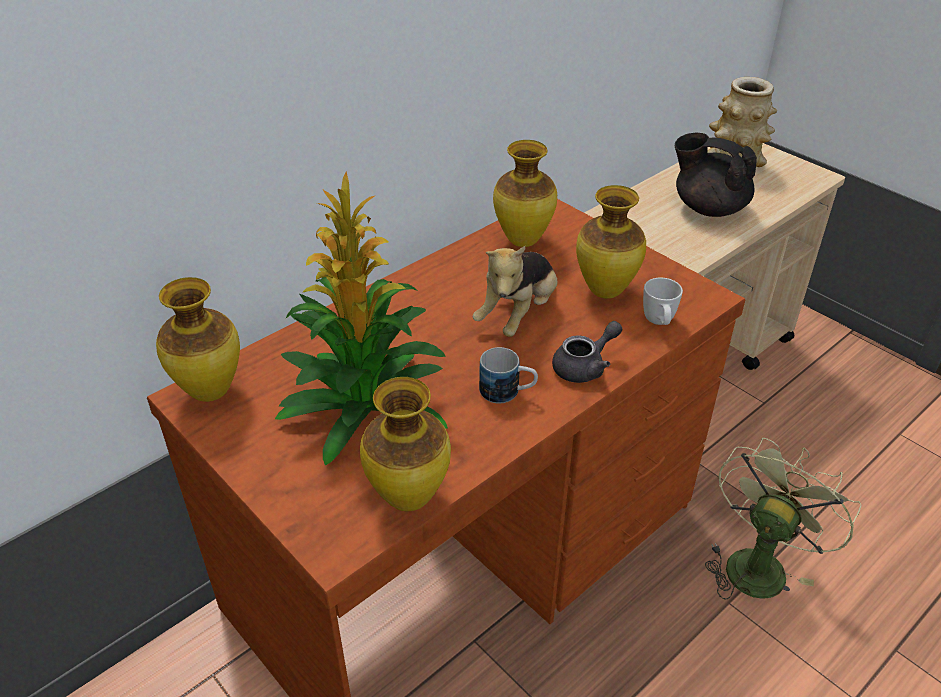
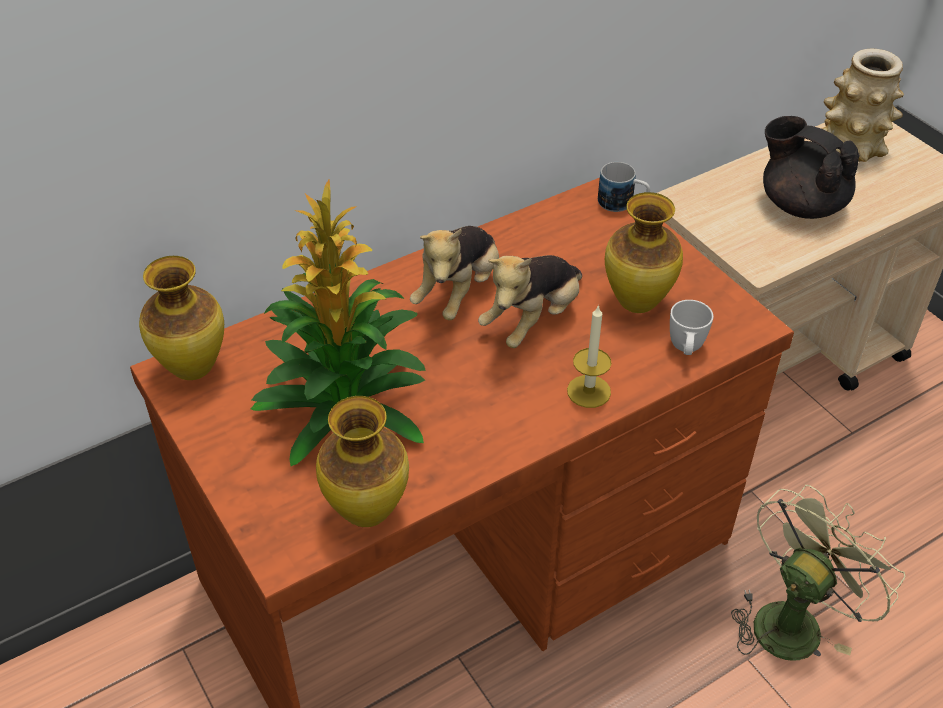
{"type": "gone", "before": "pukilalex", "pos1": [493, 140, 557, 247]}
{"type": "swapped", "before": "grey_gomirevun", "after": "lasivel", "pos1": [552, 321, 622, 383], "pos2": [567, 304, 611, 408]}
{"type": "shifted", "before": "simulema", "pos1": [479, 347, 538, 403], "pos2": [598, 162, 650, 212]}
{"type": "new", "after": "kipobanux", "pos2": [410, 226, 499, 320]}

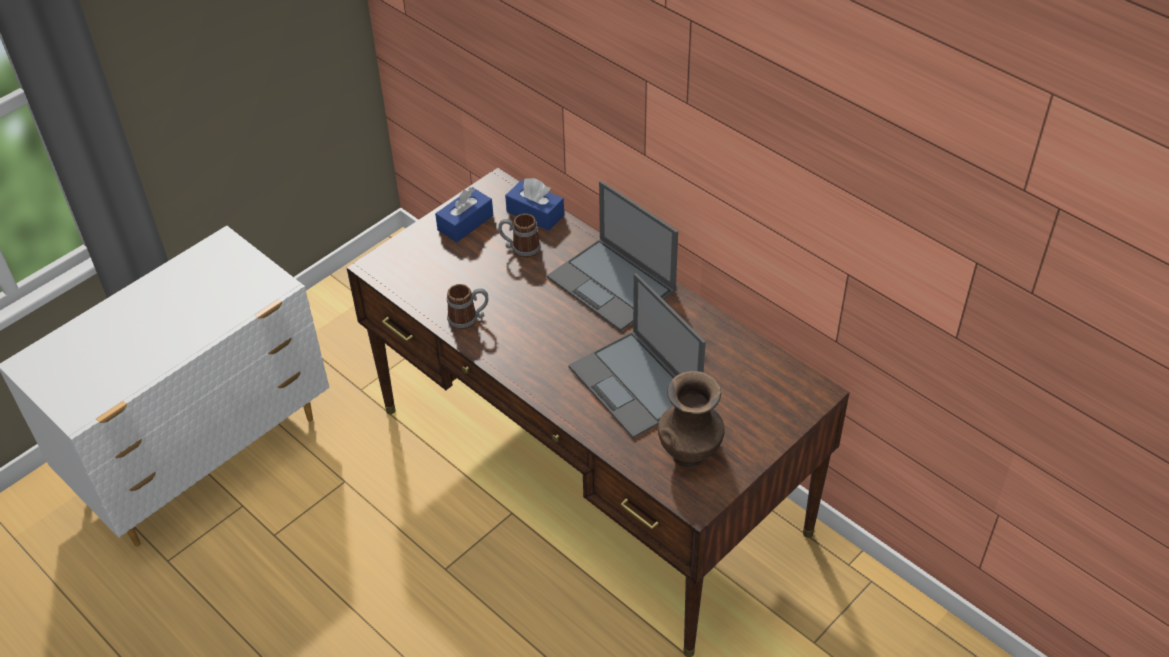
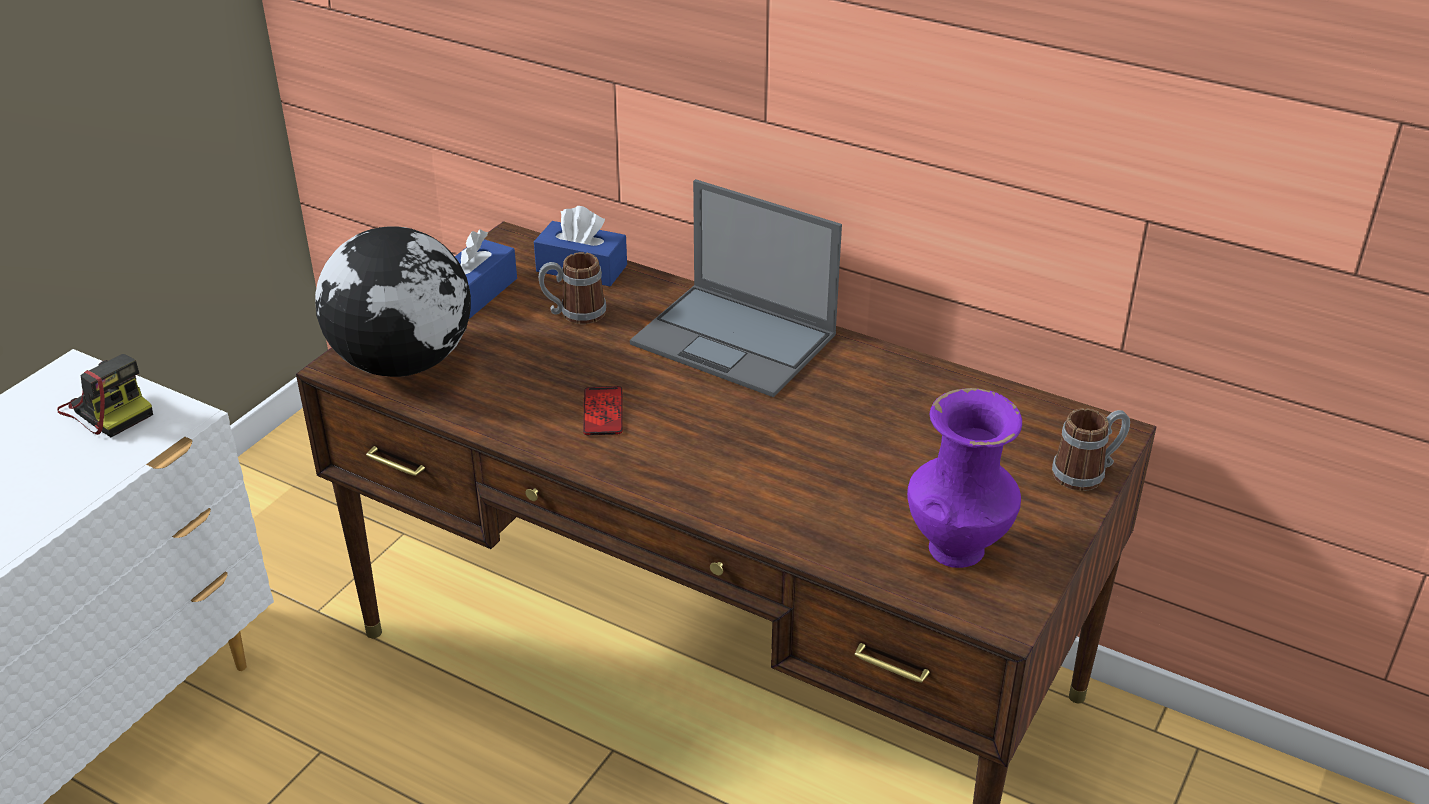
{"type": "gone", "before": "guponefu", "pos1": [569, 273, 706, 439]}
{"type": "shifted", "before": "simulema", "pos1": [447, 284, 489, 330], "pos2": [1052, 408, 1130, 491]}
{"type": "repainted", "before": "brown_pukilalex", "after": "purple_pukilalex", "pos1": [658, 371, 725, 469], "pos2": [907, 388, 1022, 568]}
{"type": "new", "after": "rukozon", "pos2": [315, 226, 471, 377]}
{"type": "new", "after": "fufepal", "pos2": [57, 354, 153, 437]}
{"type": "new", "after": "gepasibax", "pos2": [583, 386, 623, 435]}

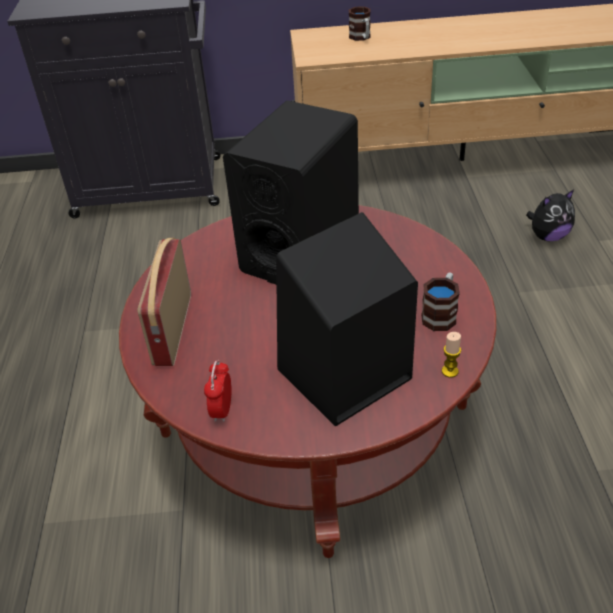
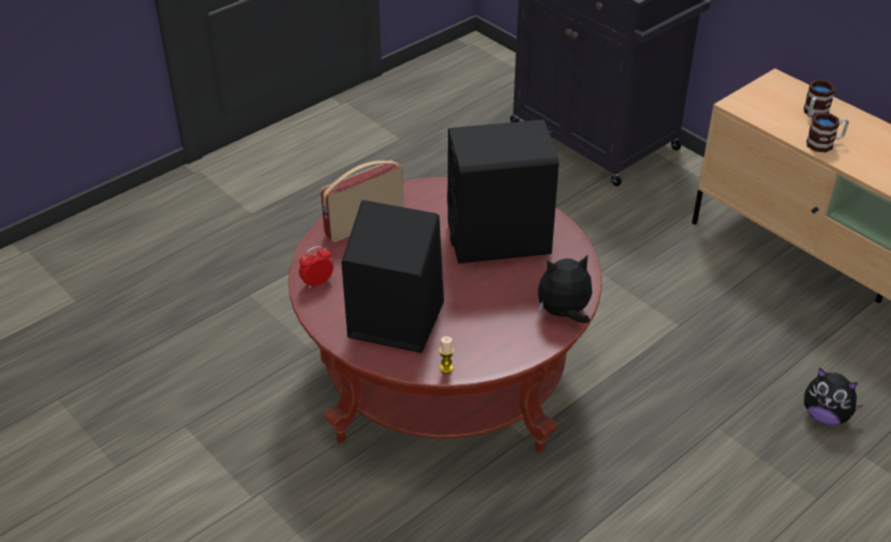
{"type": "shifted", "before": "simulema", "pos1": [421, 273, 460, 331], "pos2": [806, 112, 849, 153]}
{"type": "new", "after": "kipobanux", "pos2": [538, 255, 592, 323]}

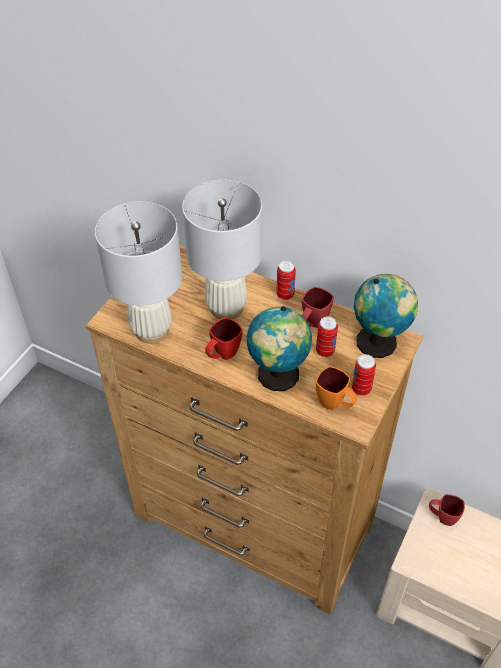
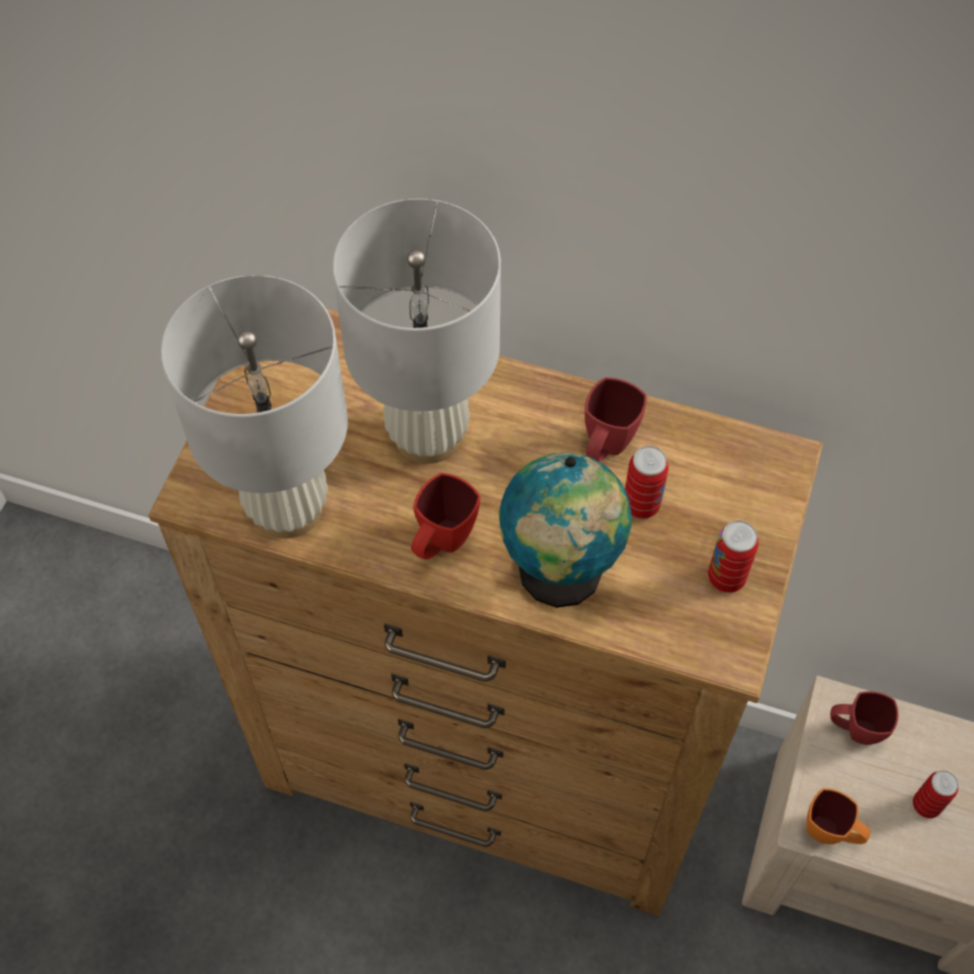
{"type": "shifted", "before": "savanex", "pos1": [276, 260, 296, 300], "pos2": [913, 771, 958, 818]}
{"type": "gone", "before": "rukozon", "pos1": [354, 274, 418, 358]}
{"type": "shifted", "before": "orange_simulema", "pos1": [315, 366, 357, 410], "pos2": [807, 788, 870, 844]}

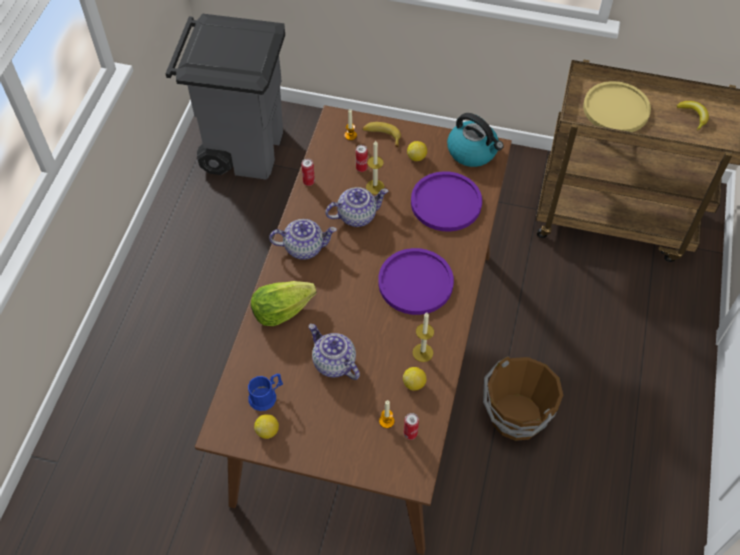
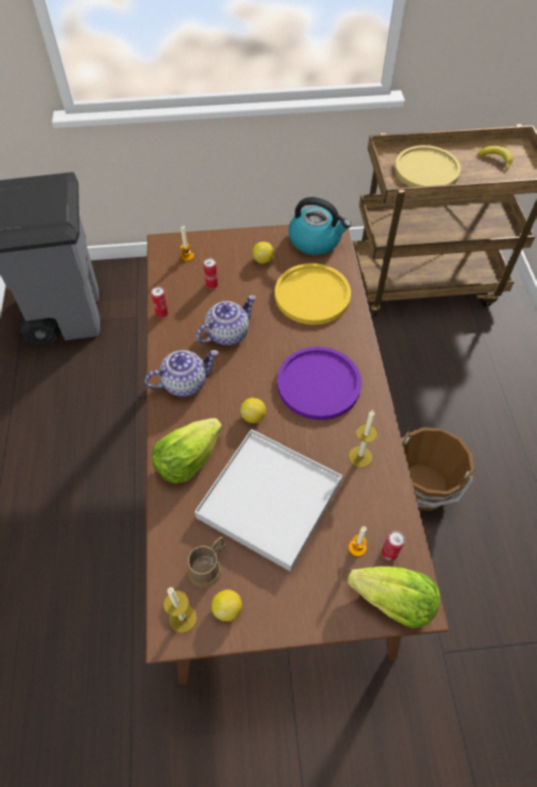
{"type": "gone", "before": "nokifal", "pos1": [362, 122, 401, 147]}
{"type": "shifted", "before": "lasivel", "pos1": [366, 140, 385, 194], "pos2": [163, 587, 197, 633]}
{"type": "repainted", "before": "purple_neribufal", "after": "yellow_neribufal", "pos1": [411, 171, 482, 232], "pos2": [275, 263, 351, 325]}
{"type": "swapped", "before": "gomirevun", "after": "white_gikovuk", "pos1": [309, 324, 360, 380], "pos2": [195, 429, 342, 571]}
{"type": "shifted", "before": "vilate", "pos1": [403, 367, 426, 391], "pos2": [240, 398, 266, 423]}
{"type": "repainted", "before": "blue_simulema", "after": "brown_simulema", "pos1": [248, 374, 283, 411], "pos2": [188, 536, 226, 588]}
{"type": "new", "after": "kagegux", "pos2": [347, 567, 440, 628]}

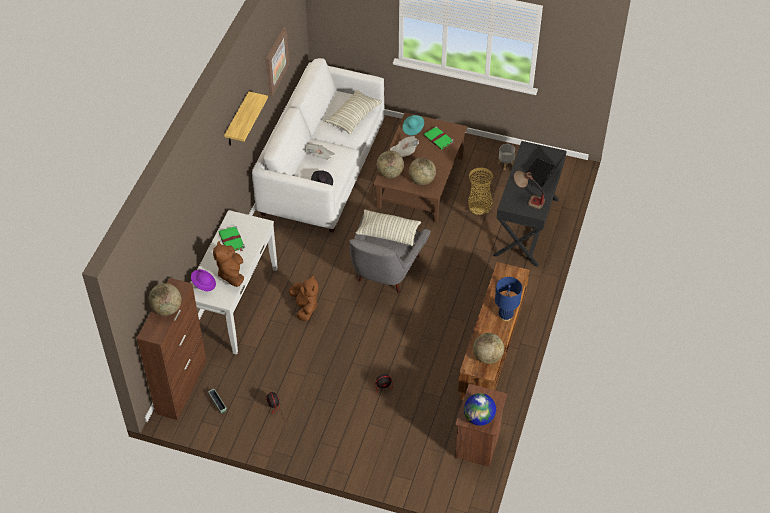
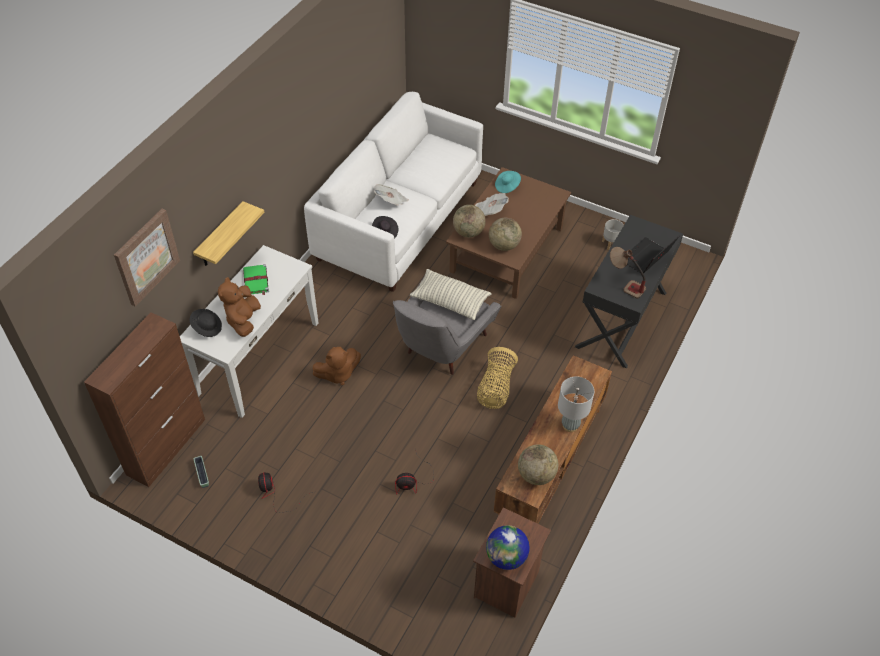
{"type": "shifted", "before": "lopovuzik", "pos1": [266, 27, 289, 96], "pos2": [114, 209, 180, 307]}
{"type": "gone", "before": "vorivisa", "pos1": [325, 90, 382, 135]}
{"type": "shifted", "before": "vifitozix", "pos1": [224, 91, 268, 146], "pos2": [193, 201, 265, 266]}
{"type": "gone", "before": "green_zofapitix", "pos1": [424, 126, 453, 150]}
{"type": "shifted", "before": "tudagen", "pos1": [468, 168, 493, 215], "pos2": [477, 347, 518, 409]}
{"type": "repainted", "before": "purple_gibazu", "after": "black_gibazu", "pos1": [191, 269, 216, 291], "pos2": [190, 309, 222, 337]}
{"type": "rotated", "before": "brown_kipobanux", "pos1": [289, 274, 319, 321], "pos2": [313, 347, 361, 385], "turn": 75}
{"type": "repainted", "before": "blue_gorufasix", "after": "grey_gorufasix", "pos1": [495, 277, 522, 321], "pos2": [558, 377, 594, 432]}
{"type": "gone", "before": "rukozon", "pos1": [148, 283, 181, 316]}

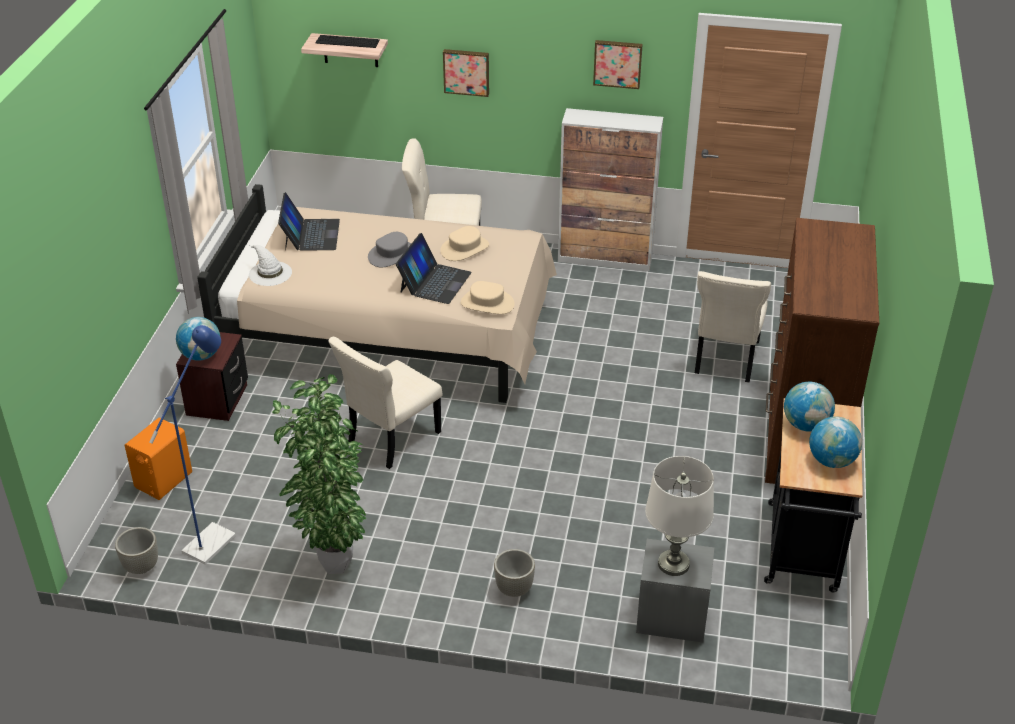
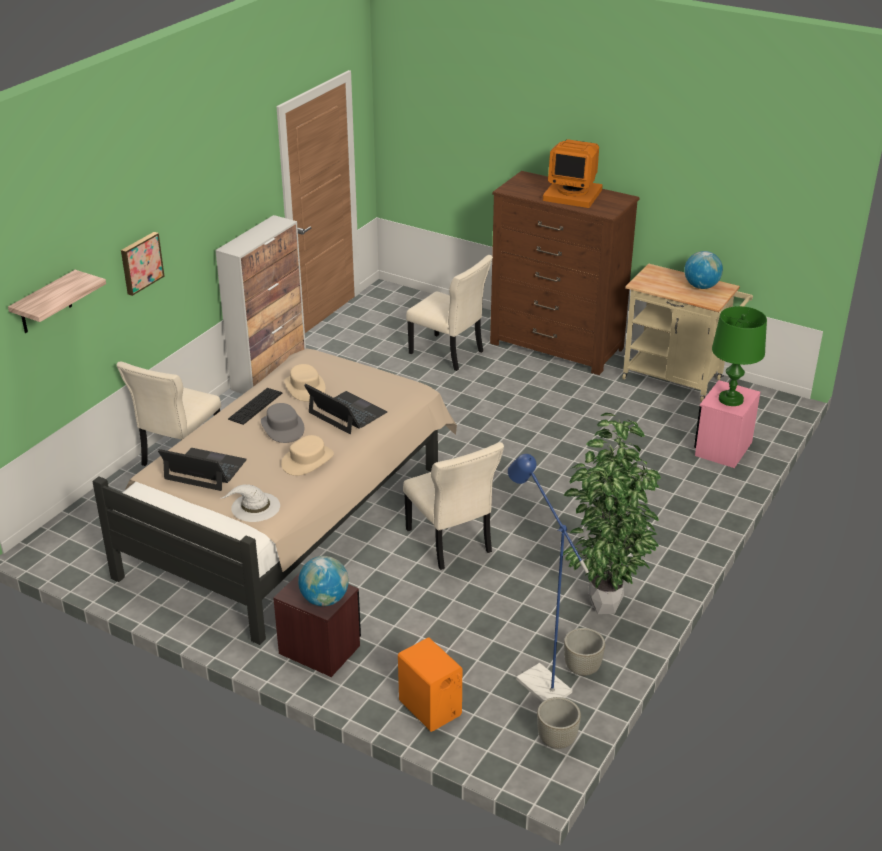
{"type": "shifted", "before": "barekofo", "pos1": [316, 35, 380, 48], "pos2": [228, 388, 282, 425]}
{"type": "gone", "before": "lopovuzik", "pos1": [593, 40, 643, 89]}
{"type": "shifted", "before": "beige_gibazu", "pos1": [461, 281, 515, 314], "pos2": [281, 435, 334, 476]}
{"type": "gone", "before": "rukozon", "pos1": [784, 382, 835, 432]}
{"type": "repainted", "before": "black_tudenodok", "after": "beige_tudenodok", "pos1": [764, 398, 863, 592], "pos2": [622, 263, 753, 402]}
{"type": "repainted", "before": "white_gorufasix", "after": "green_gorufasix", "pos1": [645, 456, 714, 576], "pos2": [712, 306, 767, 406]}
{"type": "repainted", "before": "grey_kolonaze", "after": "pink_kolonaze", "pos1": [636, 539, 714, 643], "pos2": [694, 380, 760, 468]}
{"type": "shifted", "before": "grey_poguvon", "pos1": [494, 549, 535, 597], "pos2": [564, 628, 605, 676]}
{"type": "new", "after": "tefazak", "pos2": [543, 139, 603, 208]}

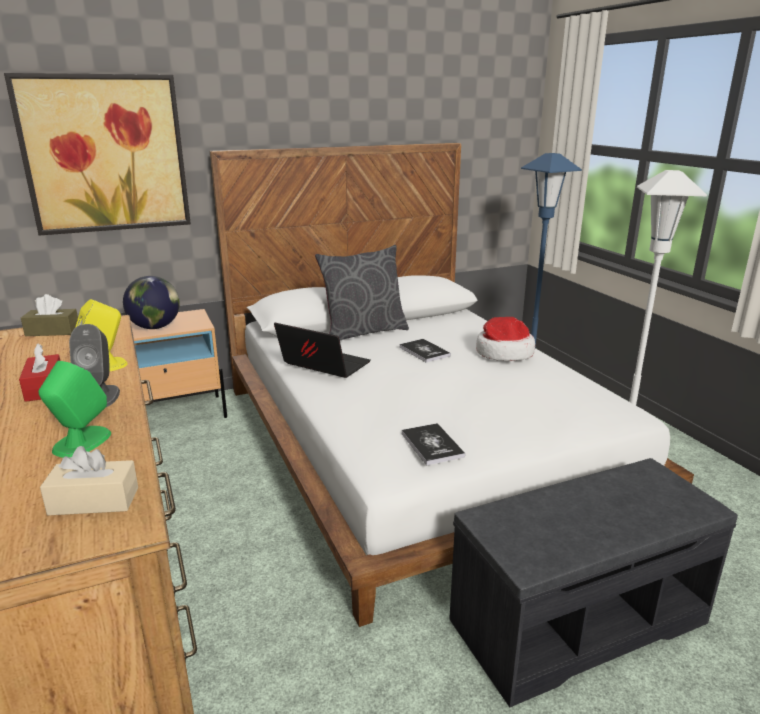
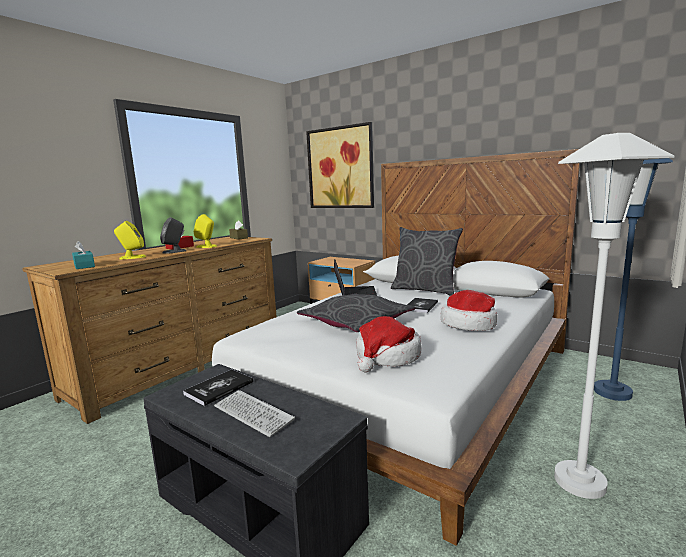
{"type": "gone", "before": "rukozon", "pos1": [123, 276, 180, 329]}
{"type": "repainted", "before": "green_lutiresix", "after": "yellow_lutiresix", "pos1": [39, 361, 111, 458], "pos2": [114, 221, 146, 259]}
{"type": "shifted", "before": "zofapitix", "pos1": [402, 423, 465, 465], "pos2": [183, 369, 254, 406]}
{"type": "repainted", "before": "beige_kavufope", "after": "turquoise_kavufope", "pos1": [40, 446, 138, 515], "pos2": [72, 241, 95, 269]}
{"type": "new", "after": "grey_vorivisa", "pos2": [297, 293, 416, 332]}
{"type": "new", "after": "gibazu", "pos2": [356, 316, 422, 372]}
{"type": "new", "after": "barekofo", "pos2": [214, 390, 295, 437]}

